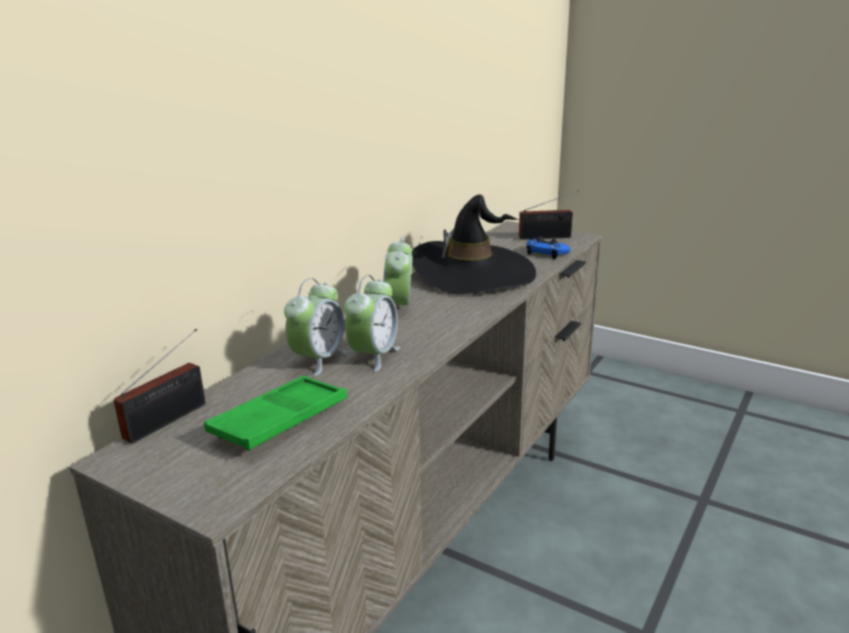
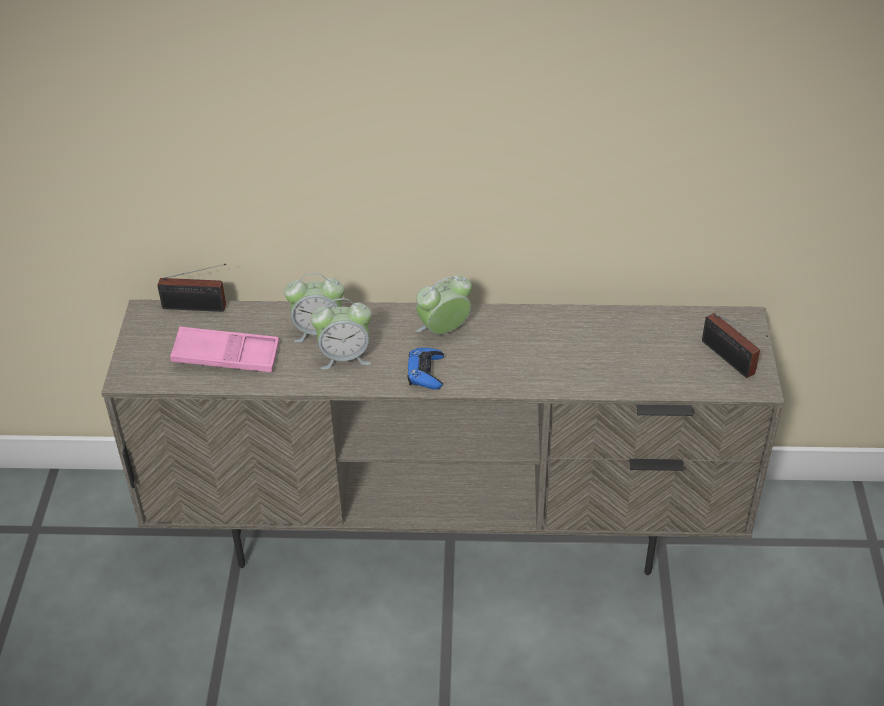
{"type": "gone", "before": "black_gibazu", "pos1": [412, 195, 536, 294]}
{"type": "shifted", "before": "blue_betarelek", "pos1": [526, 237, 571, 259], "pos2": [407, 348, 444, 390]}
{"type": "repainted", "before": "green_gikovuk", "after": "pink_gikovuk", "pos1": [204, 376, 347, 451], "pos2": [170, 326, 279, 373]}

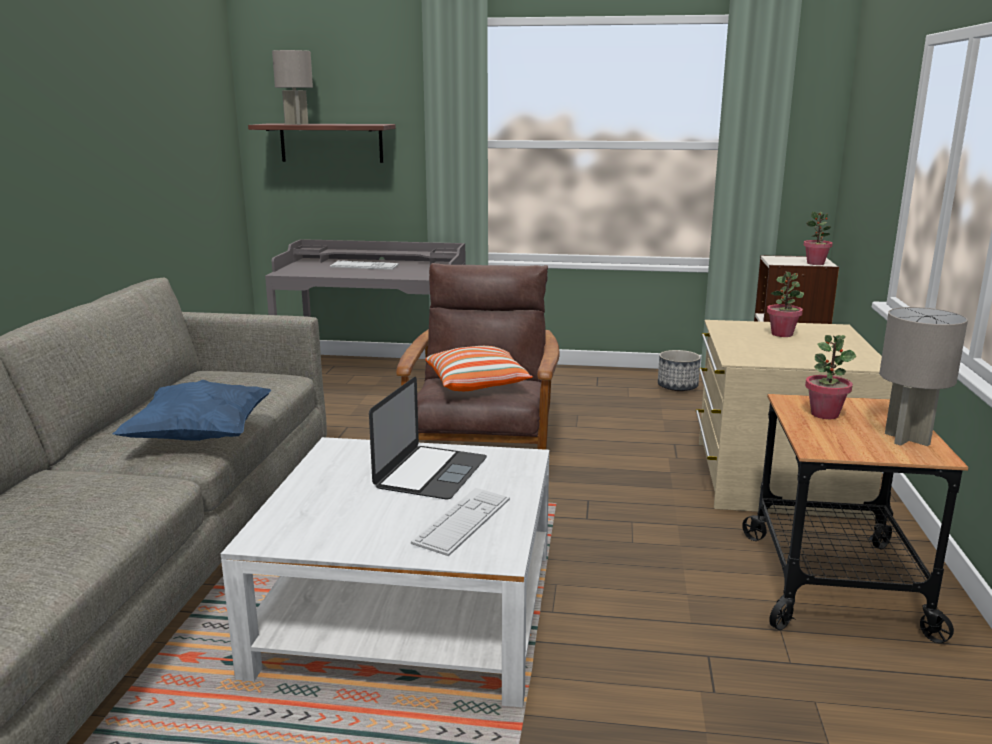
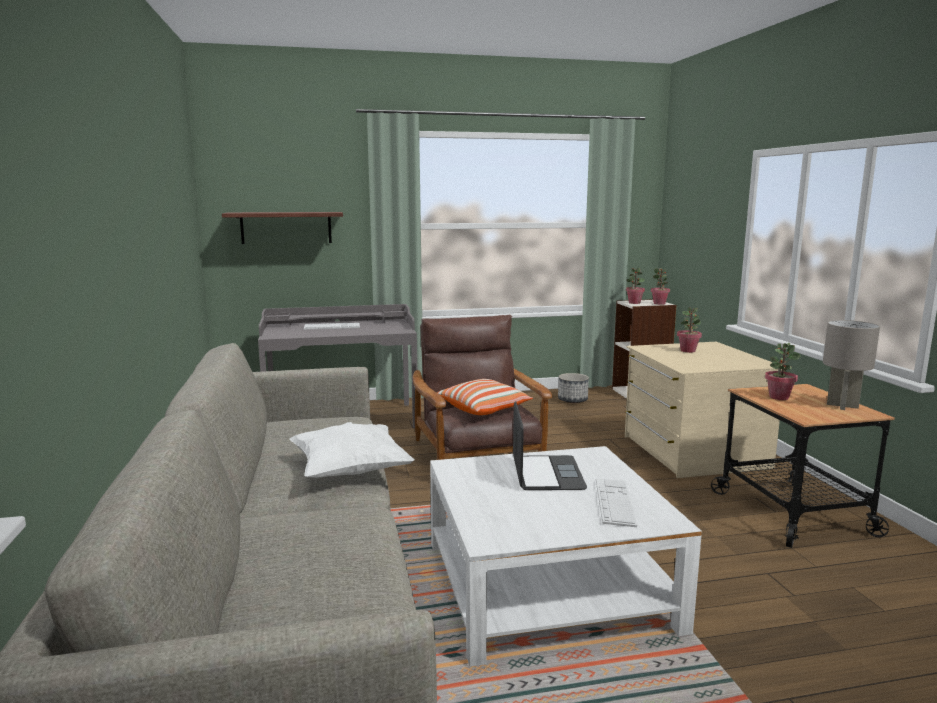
{"type": "gone", "before": "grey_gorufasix", "pos1": [272, 50, 313, 125]}
{"type": "repainted", "before": "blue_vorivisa", "after": "white_vorivisa", "pos1": [112, 380, 272, 441], "pos2": [289, 422, 415, 478]}
{"type": "new", "after": "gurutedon", "pos2": [626, 268, 645, 304]}

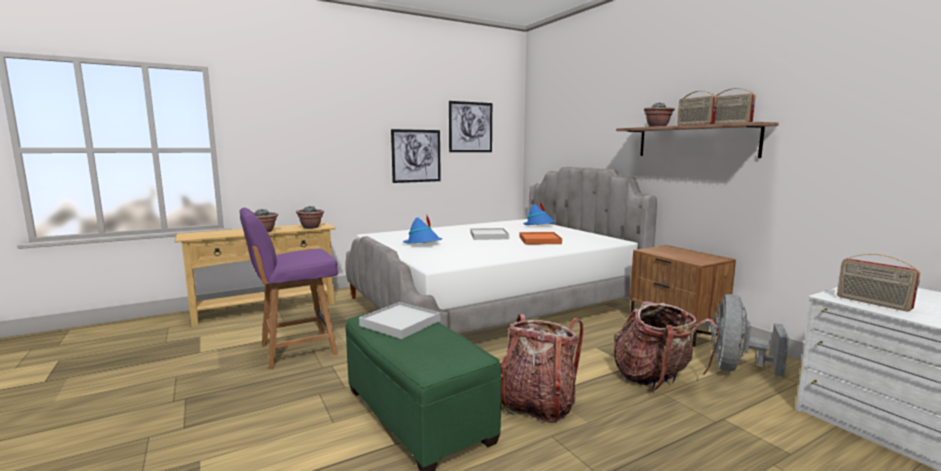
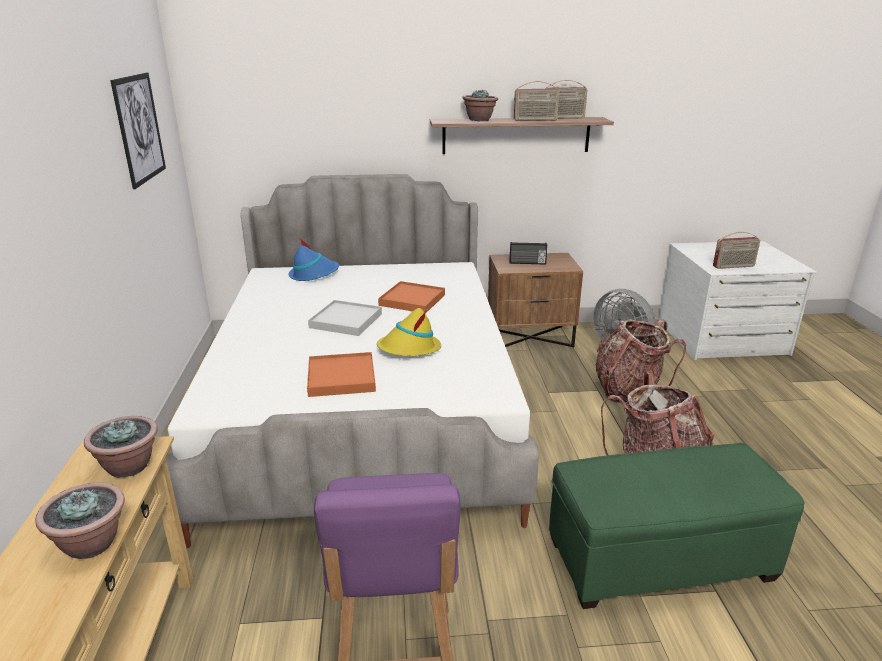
{"type": "gone", "before": "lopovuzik", "pos1": [391, 129, 441, 183]}
{"type": "swapped", "before": "blue_gibazu", "after": "orange_gikovuk", "pos1": [403, 213, 442, 243], "pos2": [307, 352, 376, 397]}
{"type": "gone", "before": "white_gikovuk", "pos1": [359, 302, 440, 339]}
{"type": "new", "after": "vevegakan", "pos2": [509, 242, 547, 264]}
{"type": "new", "after": "yellow_gibazu", "pos2": [377, 308, 441, 356]}

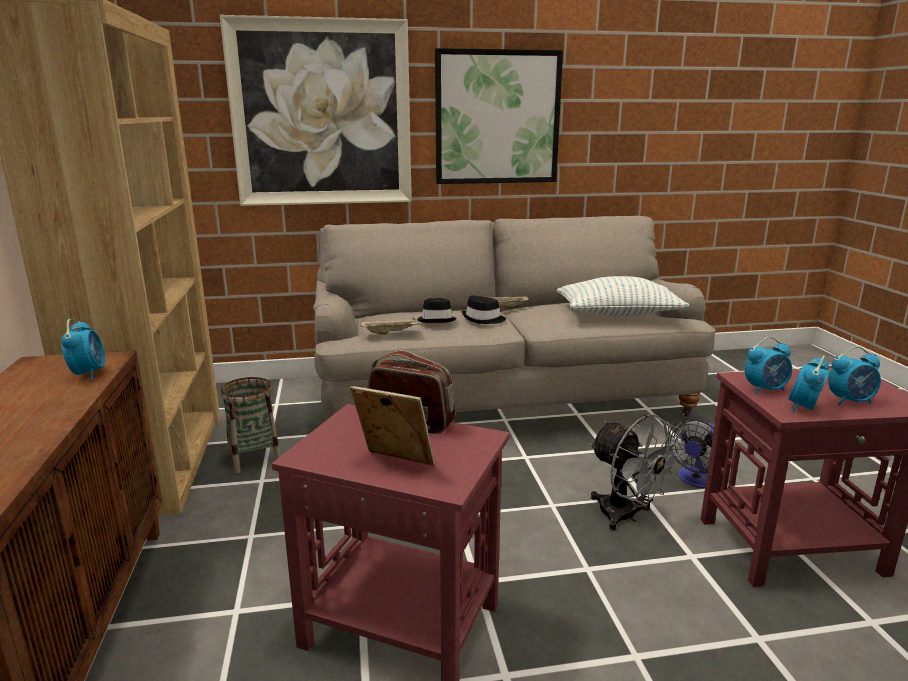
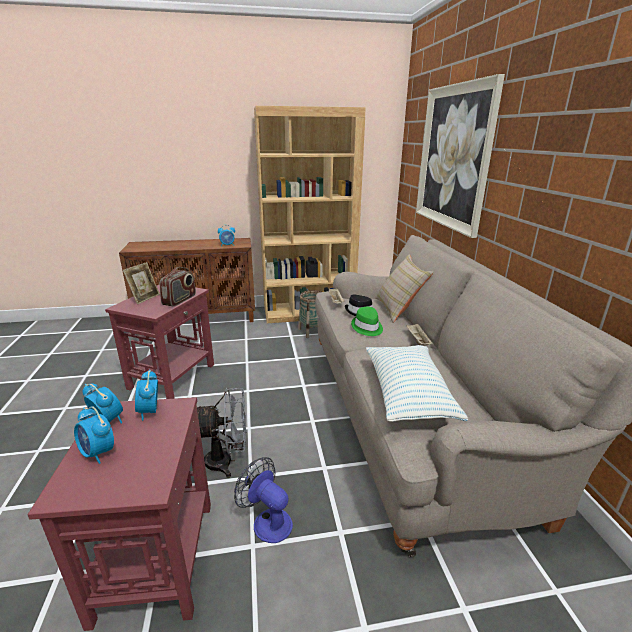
{"type": "gone", "before": "lopovuzik", "pos1": [435, 48, 563, 184]}
{"type": "repainted", "before": "black_gibazu", "after": "green_gibazu", "pos1": [462, 296, 506, 324], "pos2": [351, 307, 383, 336]}
{"type": "rotated", "before": "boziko", "pos1": [828, 346, 881, 406], "pos2": [74, 406, 114, 464], "turn": -45}
{"type": "rotated", "before": "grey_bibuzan", "pos1": [590, 414, 684, 531], "pos2": [197, 387, 246, 478], "turn": -150}
{"type": "new", "after": "beige_vorivisa", "pos2": [376, 254, 434, 323]}

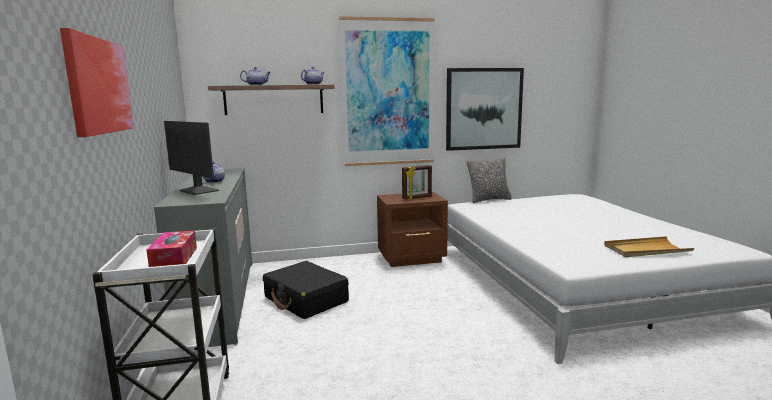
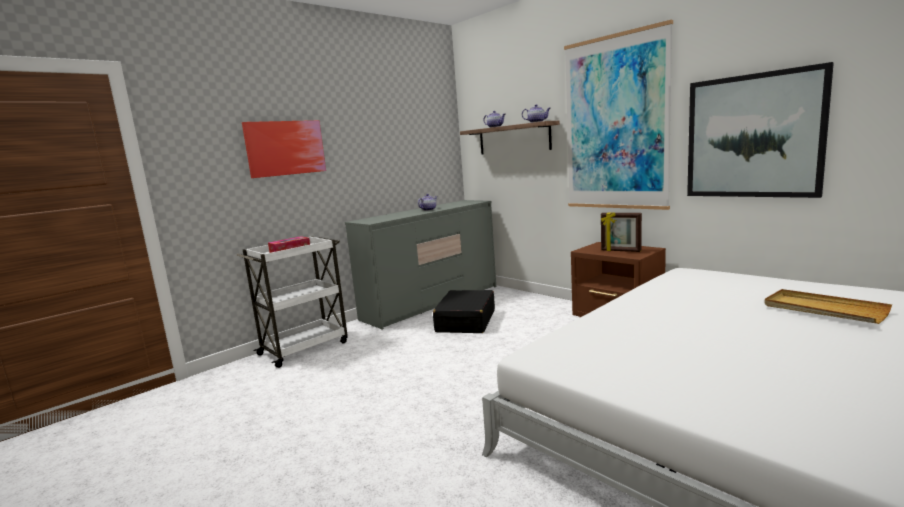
{"type": "gone", "before": "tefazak", "pos1": [164, 121, 219, 195]}
{"type": "gone", "before": "vorivisa", "pos1": [467, 158, 512, 203]}
{"type": "shifted", "before": "beige_gikovuk", "pos1": [604, 236, 695, 257], "pos2": [764, 289, 892, 324]}

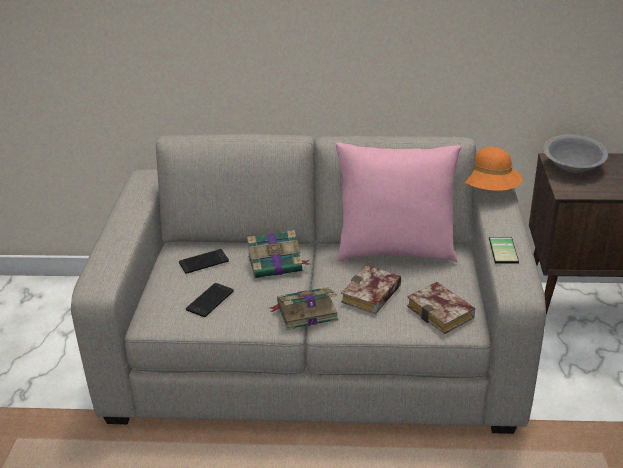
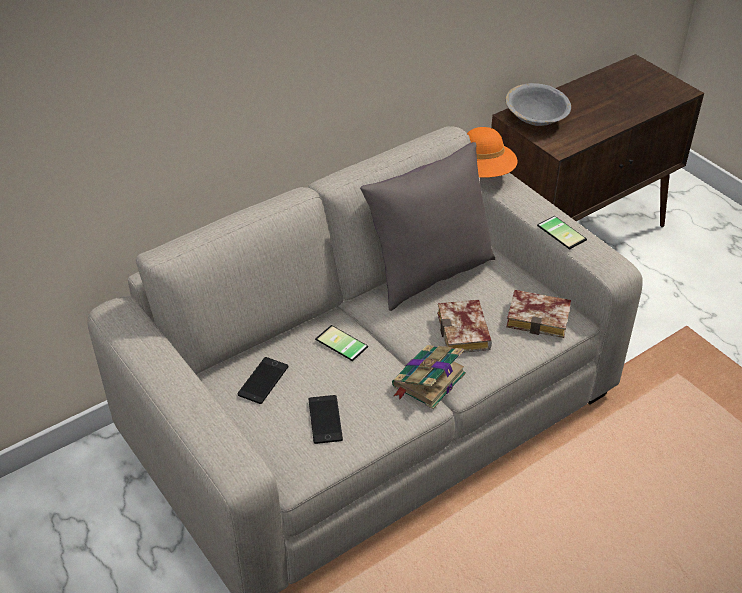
{"type": "repainted", "before": "pink_vorivisa", "after": "grey_vorivisa", "pos1": [335, 142, 461, 262], "pos2": [360, 142, 495, 311]}
{"type": "swapped", "before": "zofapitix", "after": "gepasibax", "pos1": [247, 230, 309, 278], "pos2": [315, 325, 368, 361]}

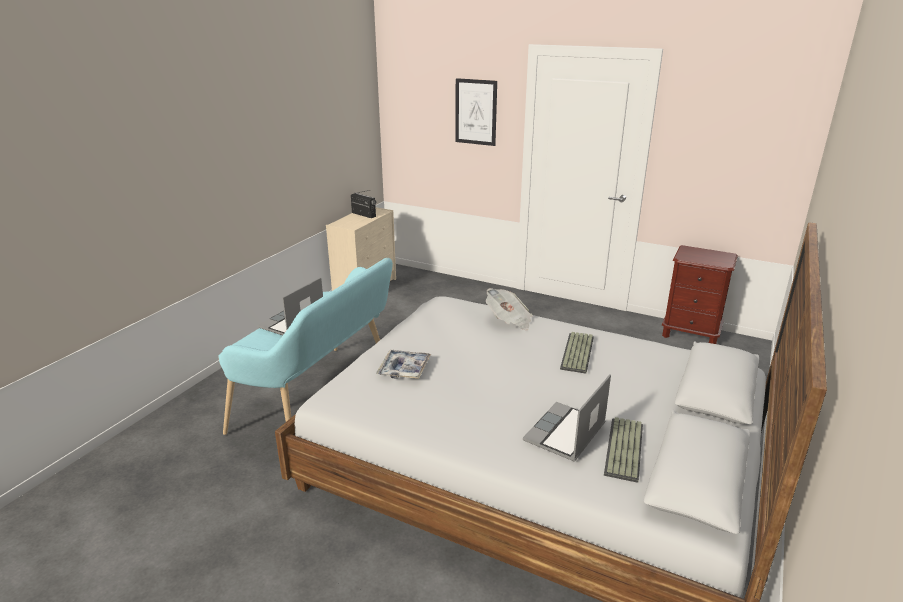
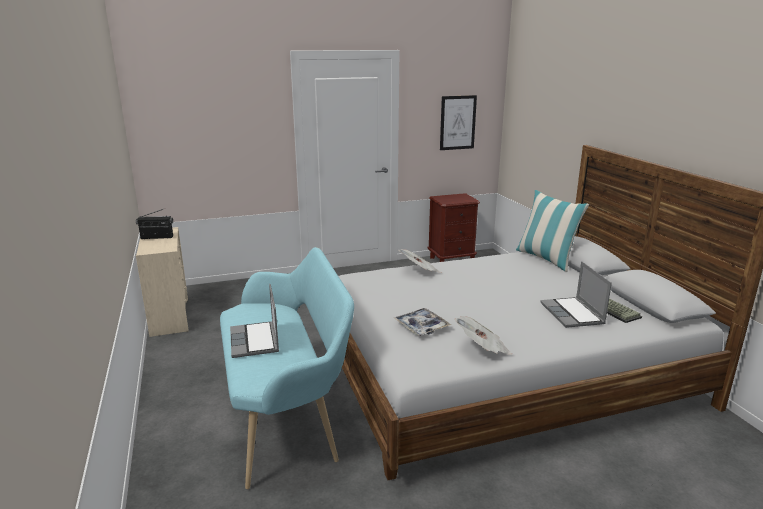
{"type": "shifted", "before": "lopovuzik", "pos1": [455, 78, 497, 146], "pos2": [440, 95, 477, 150]}
{"type": "gone", "before": "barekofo", "pos1": [560, 332, 594, 374]}
{"type": "new", "after": "vorivisa", "pos2": [516, 190, 589, 272]}
{"type": "new", "after": "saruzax", "pos2": [454, 316, 512, 355]}

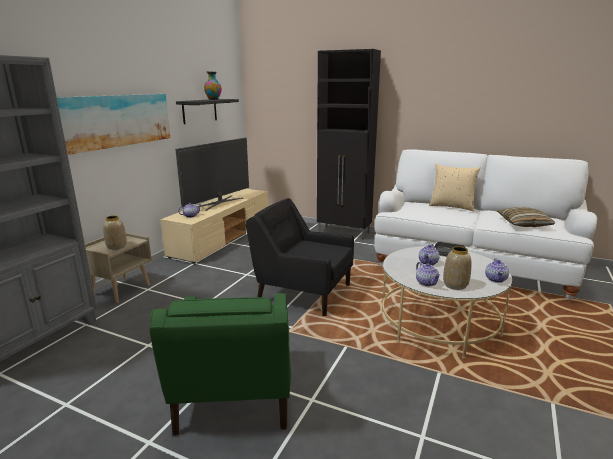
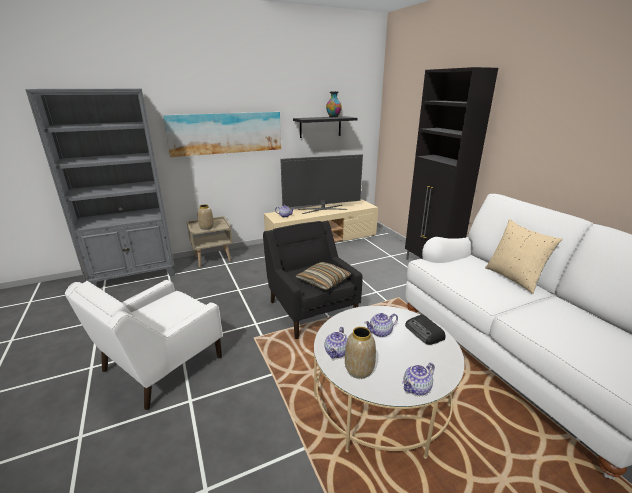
{"type": "shifted", "before": "vorivisa", "pos1": [497, 207, 556, 227], "pos2": [296, 262, 351, 290]}
{"type": "repainted", "before": "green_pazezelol", "after": "white_pazezelol", "pos1": [149, 293, 291, 436], "pos2": [65, 280, 223, 410]}

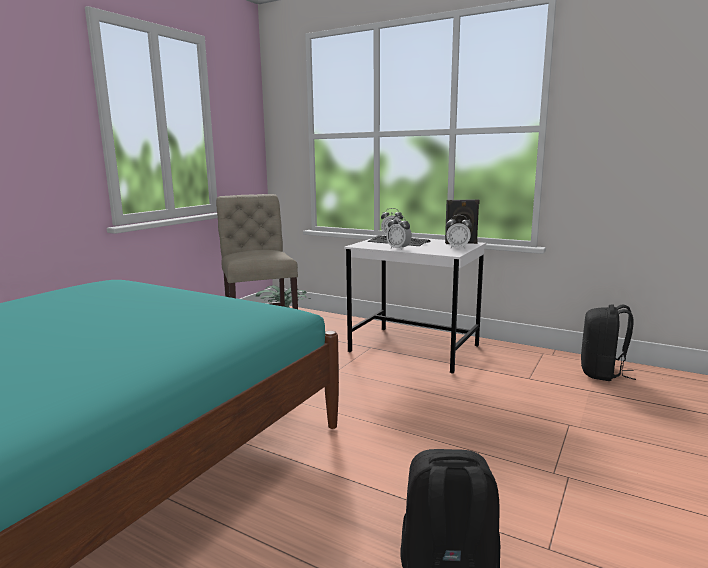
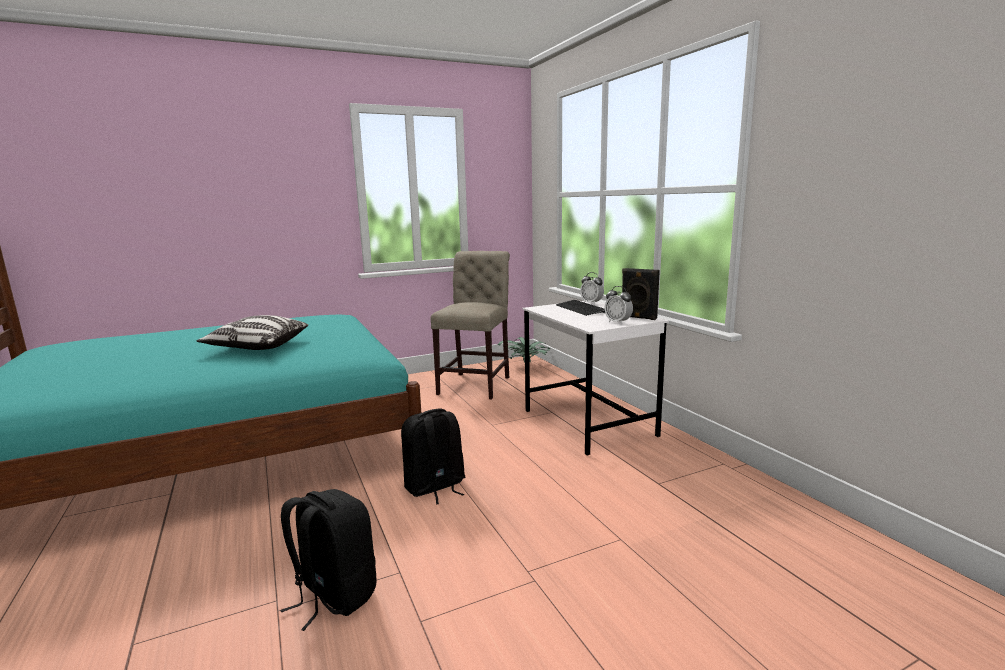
{"type": "gone", "before": "boziko", "pos1": [387, 215, 412, 250]}
{"type": "shifted", "before": "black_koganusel", "pos1": [581, 305, 636, 381], "pos2": [401, 409, 466, 504]}
{"type": "new", "after": "vorivisa", "pos2": [197, 315, 308, 350]}

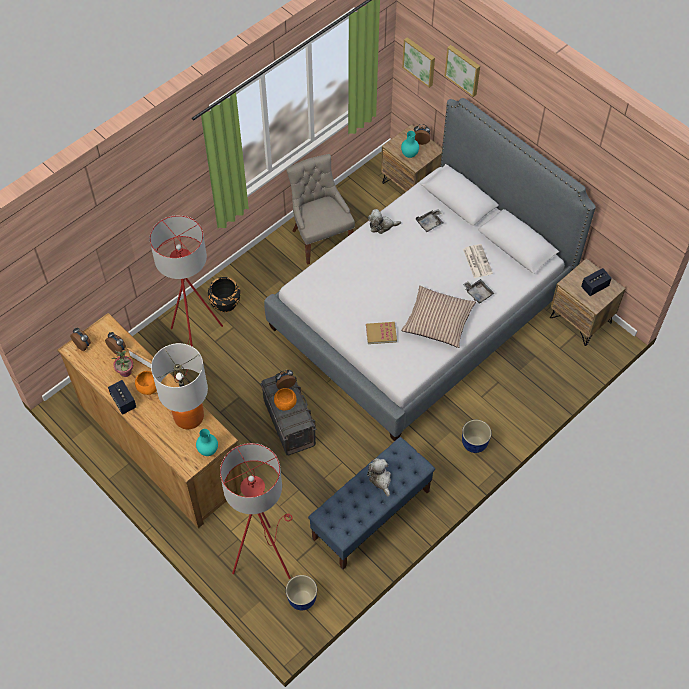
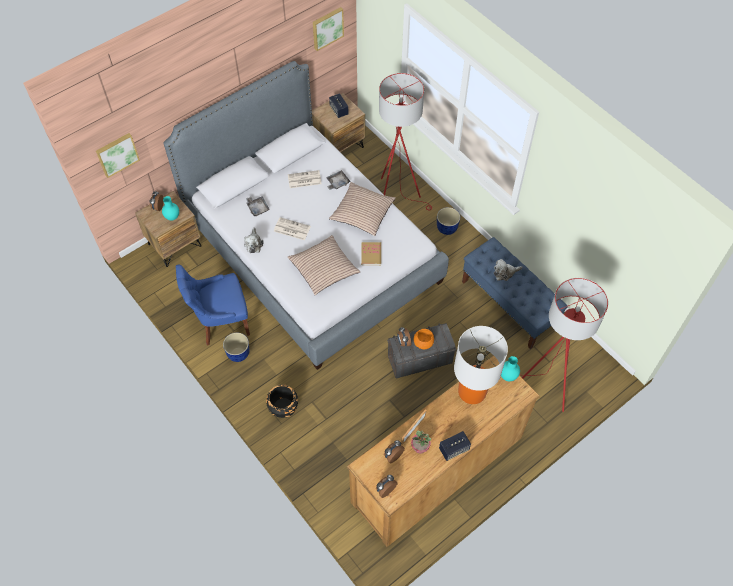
{"type": "shifted", "before": "lopovuzik", "pos1": [445, 45, 480, 97], "pos2": [313, 7, 344, 51]}
{"type": "repainted", "before": "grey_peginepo", "after": "blue_peginepo", "pos1": [286, 154, 355, 265], "pos2": [176, 264, 250, 346]}
{"type": "shifted", "before": "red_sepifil", "pos1": [150, 215, 223, 381], "pos2": [379, 73, 432, 210]}
{"type": "gone", "before": "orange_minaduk", "pos1": [135, 371, 157, 395]}
{"type": "shifted", "before": "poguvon", "pos1": [286, 575, 317, 610], "pos2": [223, 332, 249, 362]}
{"type": "new", "after": "saruzax", "pos2": [274, 217, 311, 240]}
{"type": "new", "after": "vorivisa", "pos2": [288, 235, 360, 295]}

